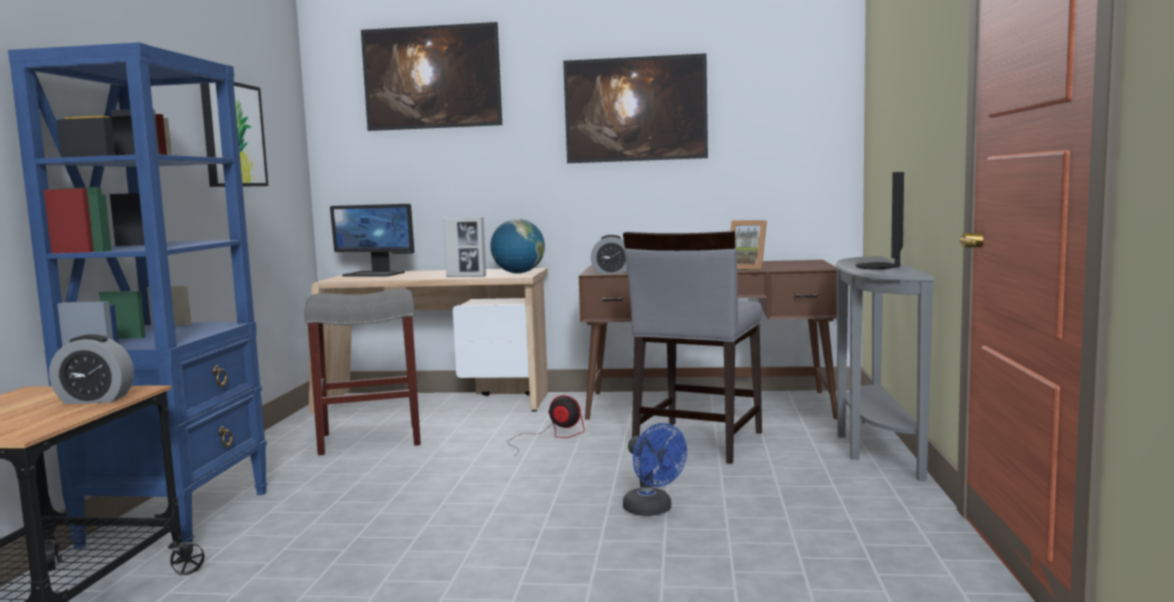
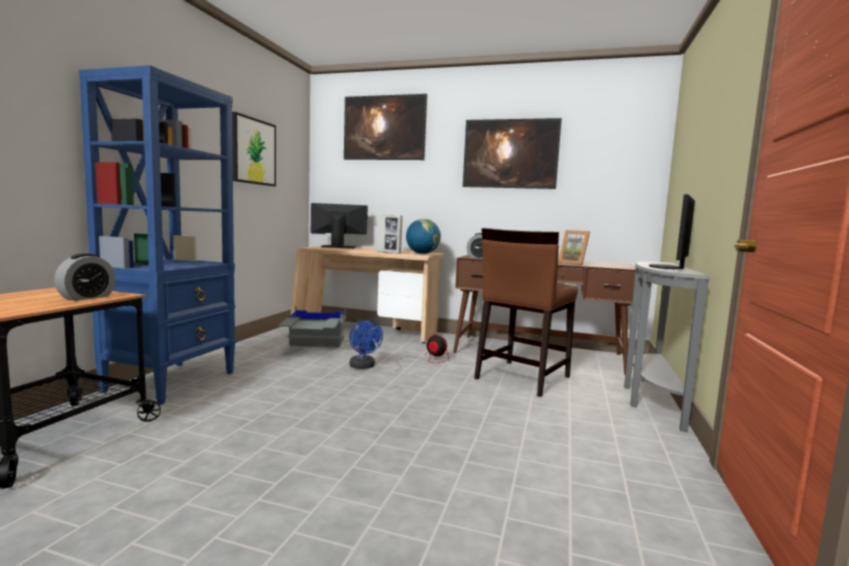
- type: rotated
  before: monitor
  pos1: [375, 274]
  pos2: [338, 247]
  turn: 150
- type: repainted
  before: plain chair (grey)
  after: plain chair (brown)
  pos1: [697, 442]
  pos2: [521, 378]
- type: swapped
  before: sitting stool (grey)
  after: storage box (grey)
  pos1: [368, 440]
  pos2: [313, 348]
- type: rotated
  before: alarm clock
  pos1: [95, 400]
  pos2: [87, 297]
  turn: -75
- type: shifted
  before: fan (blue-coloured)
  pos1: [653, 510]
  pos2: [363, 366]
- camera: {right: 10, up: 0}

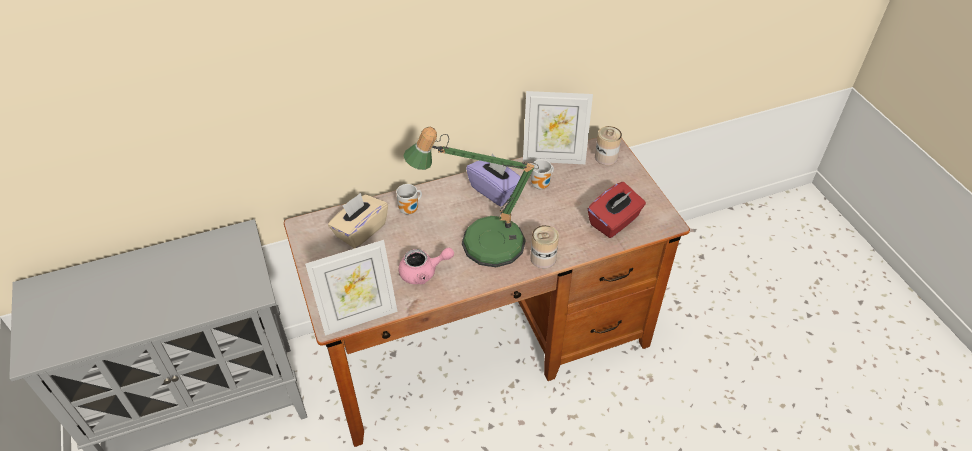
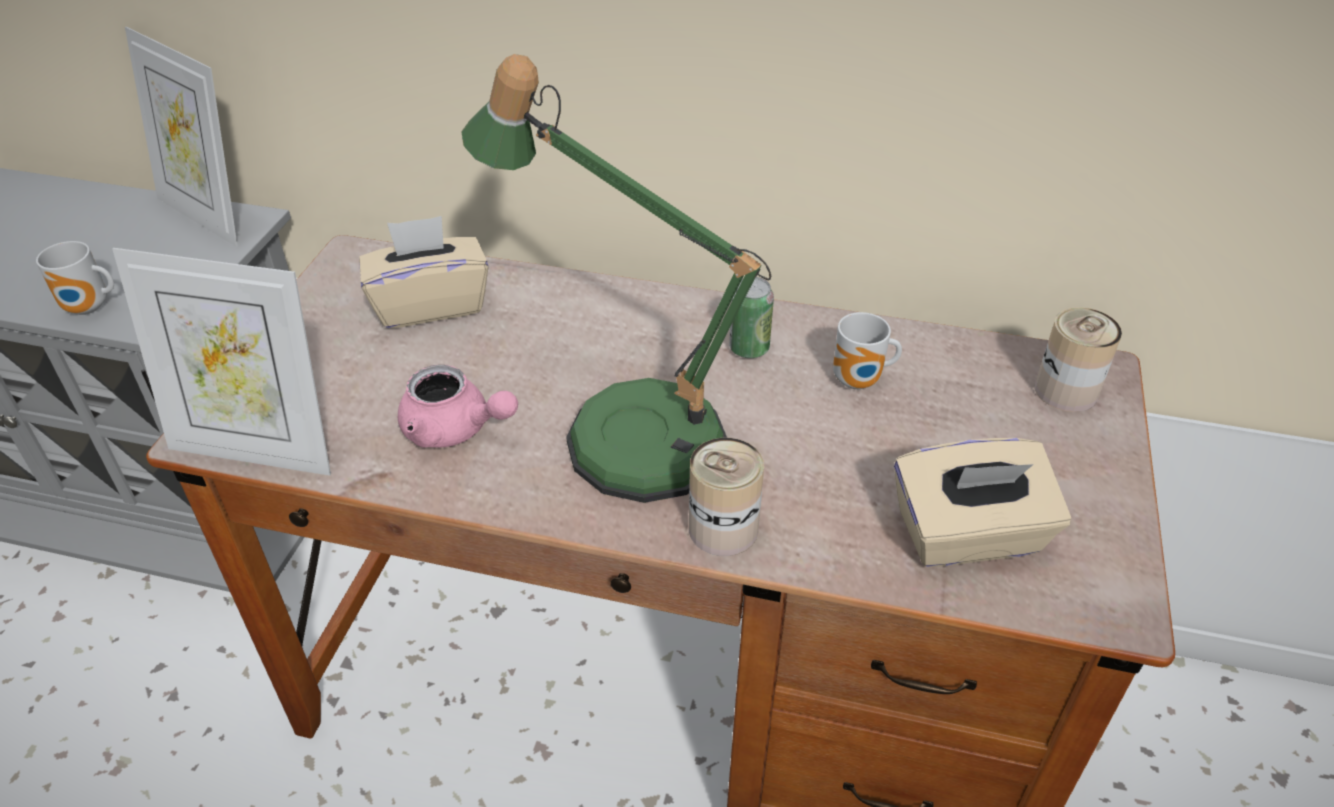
- type: shifted
  before: picture frame
  pos1: [554, 158]
  pos2: [208, 215]
- type: swapped
  before: box of tissues (purple)
  after: sealed can
  pos1: [495, 190]
  pos2: [749, 348]
- type: repainted
  before: box of tissues (red)
  after: box of tissues (beige-coloured)
  pos1: [614, 222]
  pos2: [969, 536]
- type: shifted
  before: coffee mug
  pos1: [410, 210]
  pos2: [90, 308]
- camera: {right: 35, up: -5}

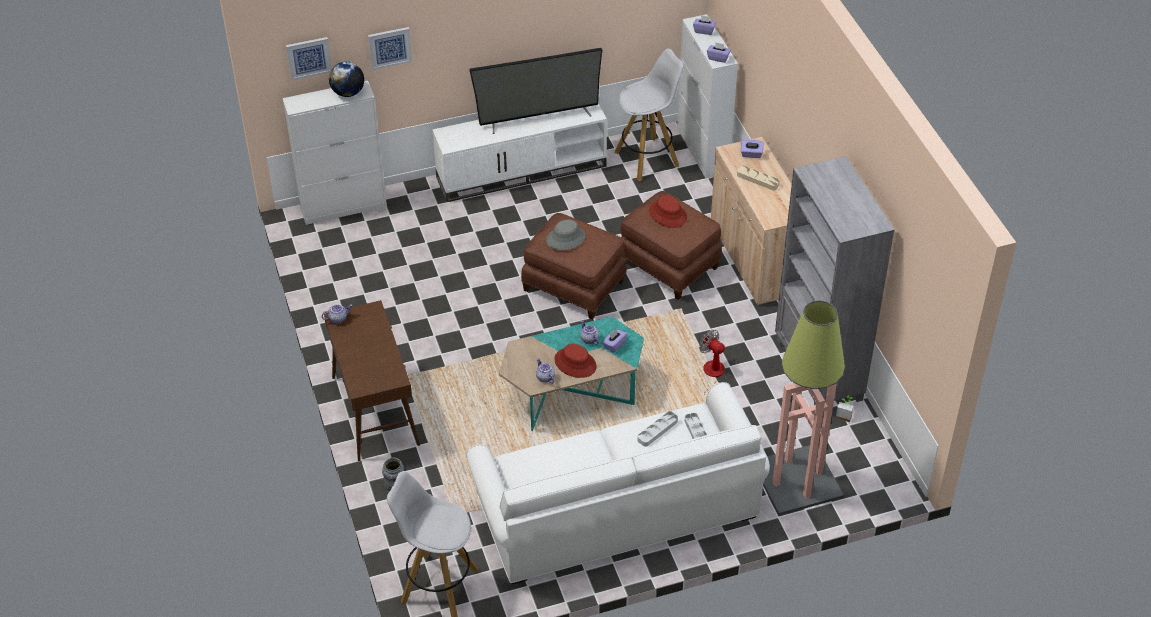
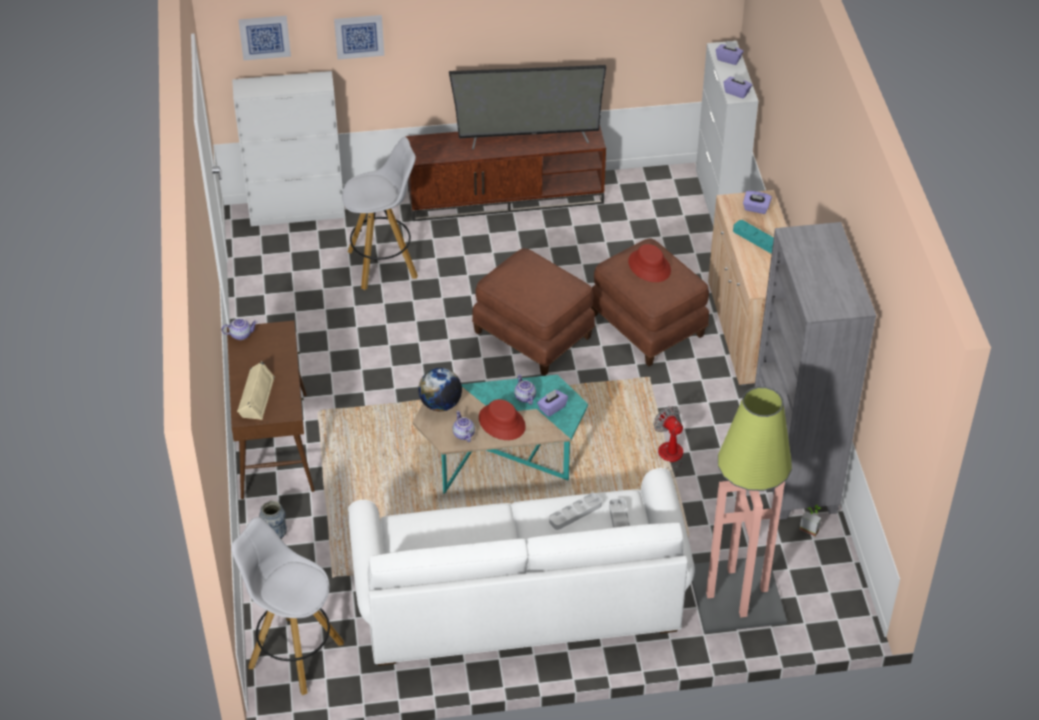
- type: shifted
  before: sitting stool (white-coloured)
  pos1: [647, 158]
  pos2: [384, 264]
- type: shifted
  before: world globe
  pos1: [348, 93]
  pos2: [440, 404]
- type: repainted
  before: tv unit (white-coloured)
  after: tv unit (brown)
  pos1: [522, 171]
  pos2: [506, 196]
- type: repainted
  before: serving tray (beige-coloured)
  after: serving tray (turquoise-coloured)
  pos1: [758, 180]
  pos2: [756, 239]
- type: gone
  before: wearable hat (grey)
  pos1: [565, 238]
- type: new
  after: audio speaker (beige-coloured)
  pos2: [255, 396]
- camera: {right: 10, up: 0}

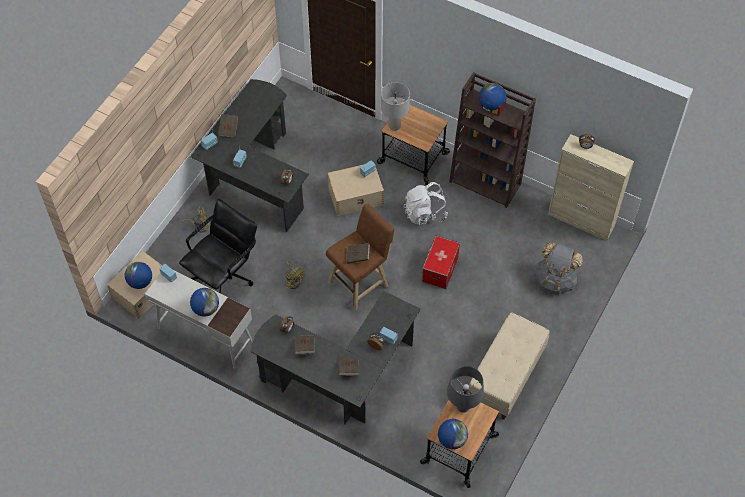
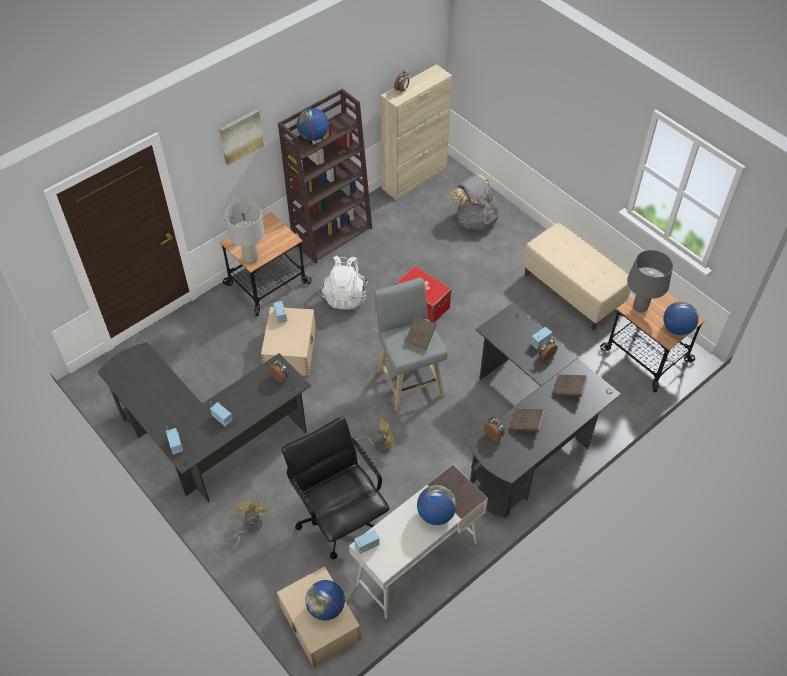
- type: gone
  before: volume (brown)
  pos1: [229, 129]
- type: repainted
  before: sitting stool (brown)
  after: sitting stool (grey)
  pos1: [360, 282]
  pos2: [409, 380]
- type: new
  after: picture
  pos2: [240, 136]
- camera: {right: -70, up: -5}

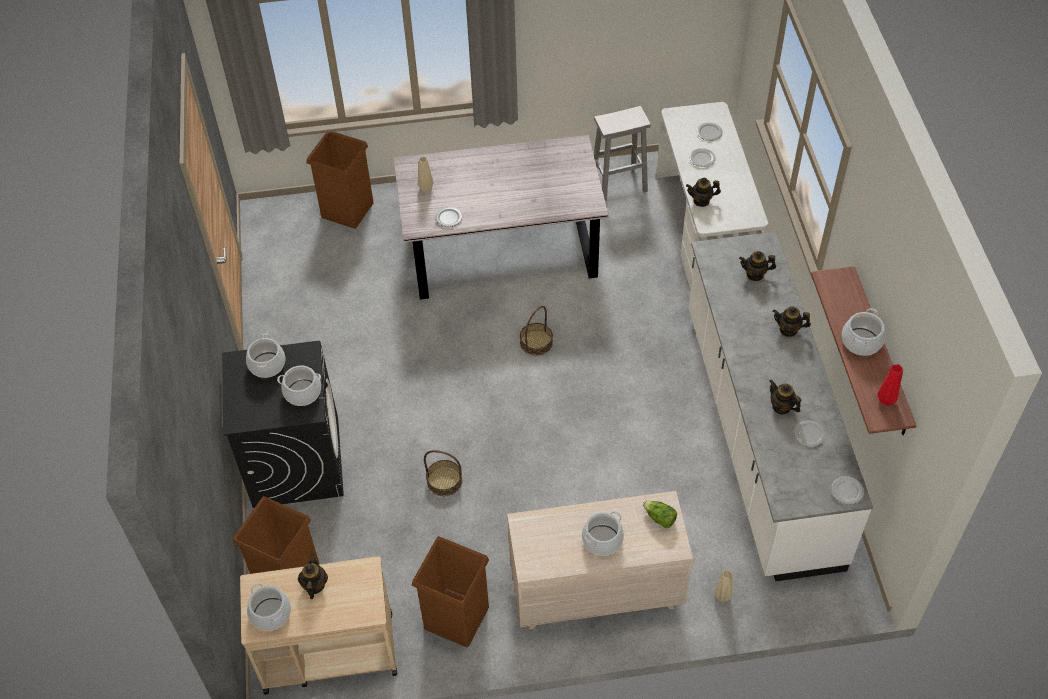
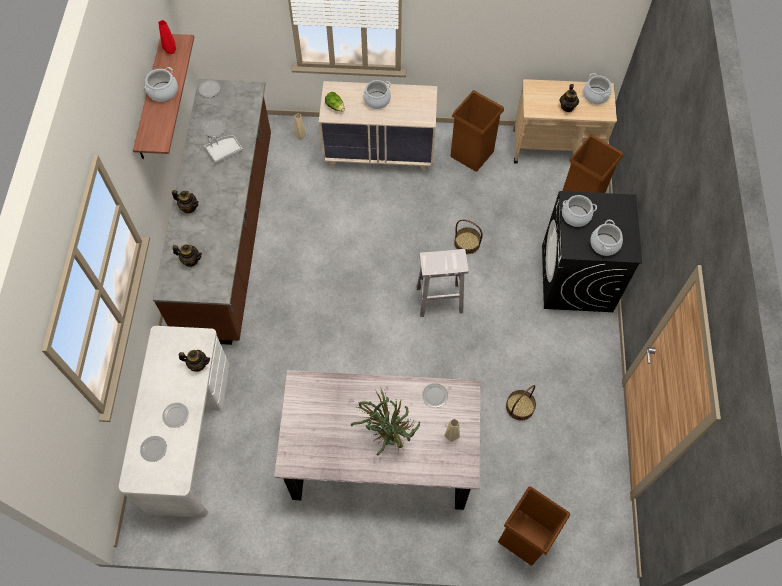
- type: shifted
  before: sitting stool (white-coloured)
  pos1: [619, 184]
  pos2: [438, 300]
- type: repainted
  before: counter (white-coloured)
  after: counter (brown)
  pos1: [759, 435]
  pos2: [229, 234]
- type: shifted
  before: storage basket
  pos1: [536, 342]
  pos2: [520, 407]
- type: swapped
  before: teapot
  after: serving tray (grey)
  pos1: [781, 407]
  pos2: [224, 150]
- type: new
  after: potted plant
  pos2: [388, 435]
- camera: {right: -170, up: 10}

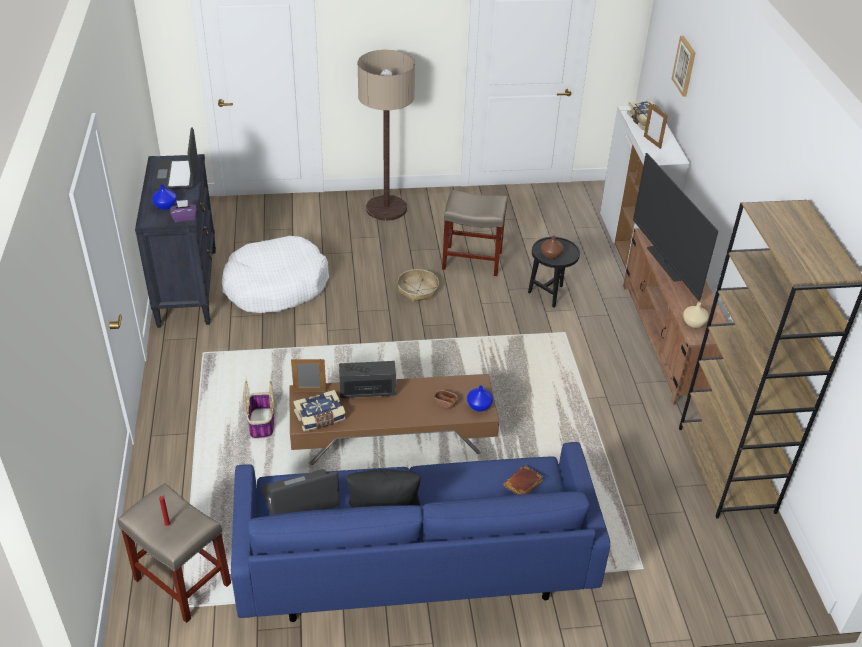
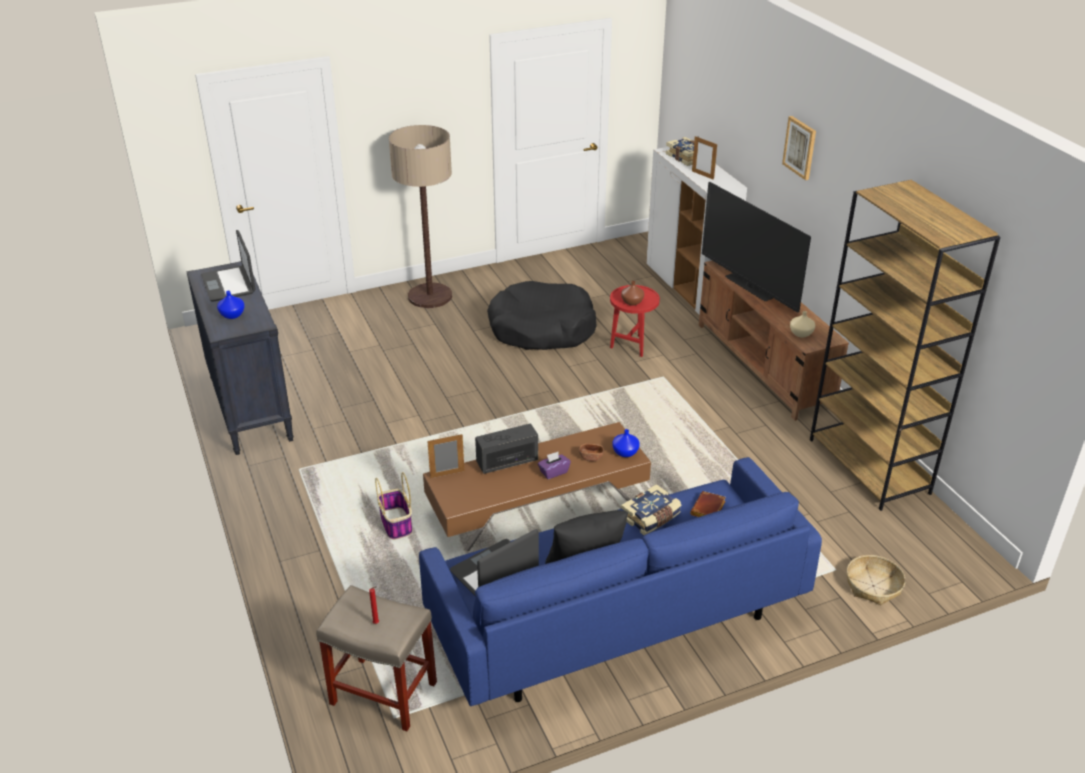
- type: shifted
  before: picture
  pos1: [684, 66]
  pos2: [800, 147]
- type: swapped
  before: sitting stool (beige-coloured)
  after: dog cushion (black-coloured)
  pos1: [473, 260]
  pos2: [542, 328]
- type: shifted
  before: box of tissues (purple)
  pos1: [184, 218]
  pos2: [553, 472]
- type: gone
  before: dog cushion (white-coloured)
  pos1: [275, 286]
- type: repainted
  before: end table (black-coloured)
  after: end table (red)
  pos1: [550, 293]
  pos2: [632, 345]
- type: shifted
  before: storage basket
  pos1: [418, 290]
  pos2: [873, 586]
- type: shifted
  before: volume
  pos1: [320, 418]
  pos2: [651, 518]
- camera: {right: -15, up: -5}

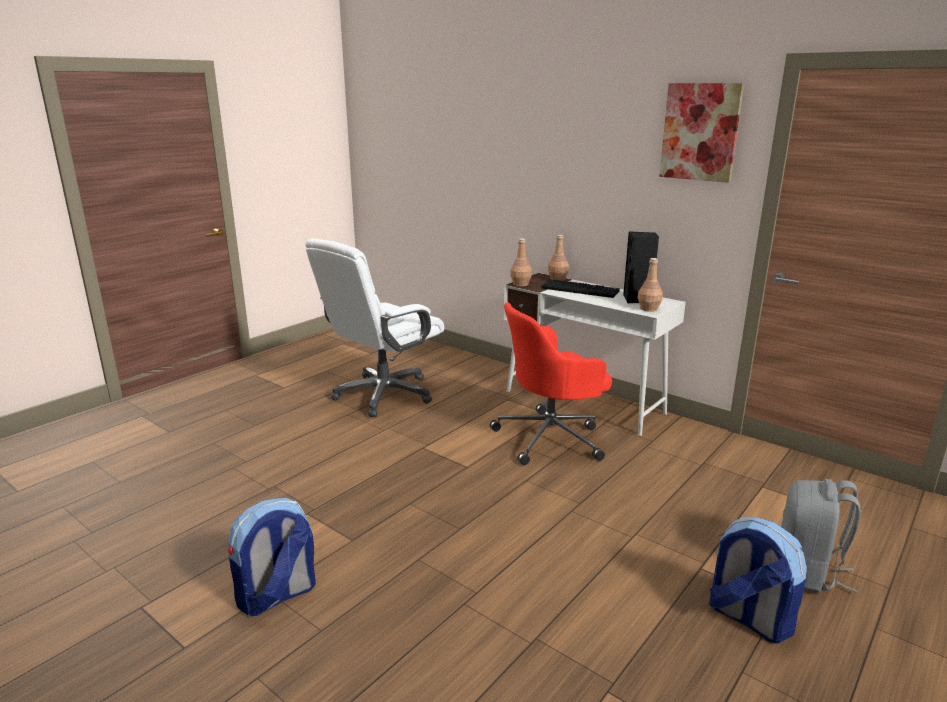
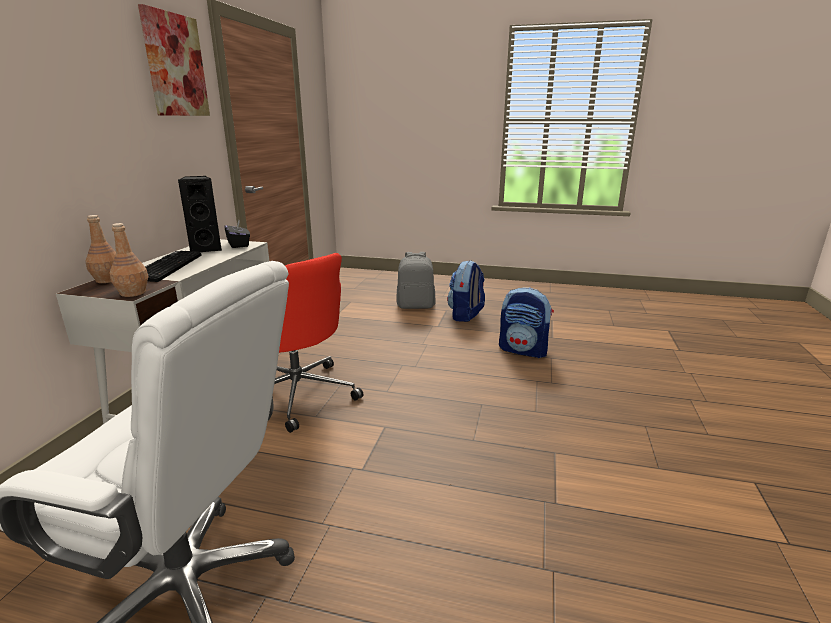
- type: swapped
  before: beverage bottle (brown)
  after: box of tissues (black-coloured)
  pos1: [649, 309]
  pos2: [239, 244]
- type: shifted
  before: backpack
  pos1: [277, 596]
  pos2: [523, 350]
- camera: {right: -115, up: 0}

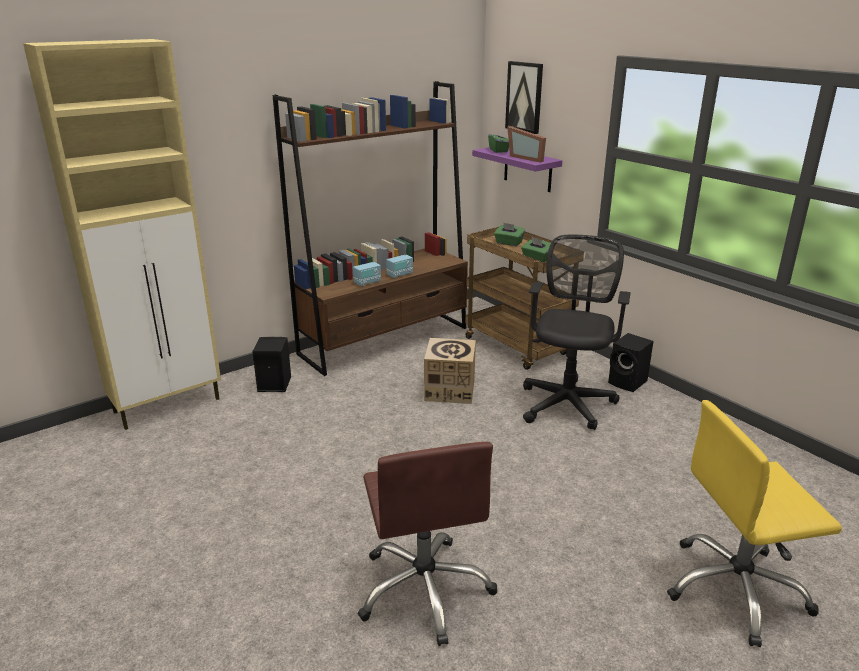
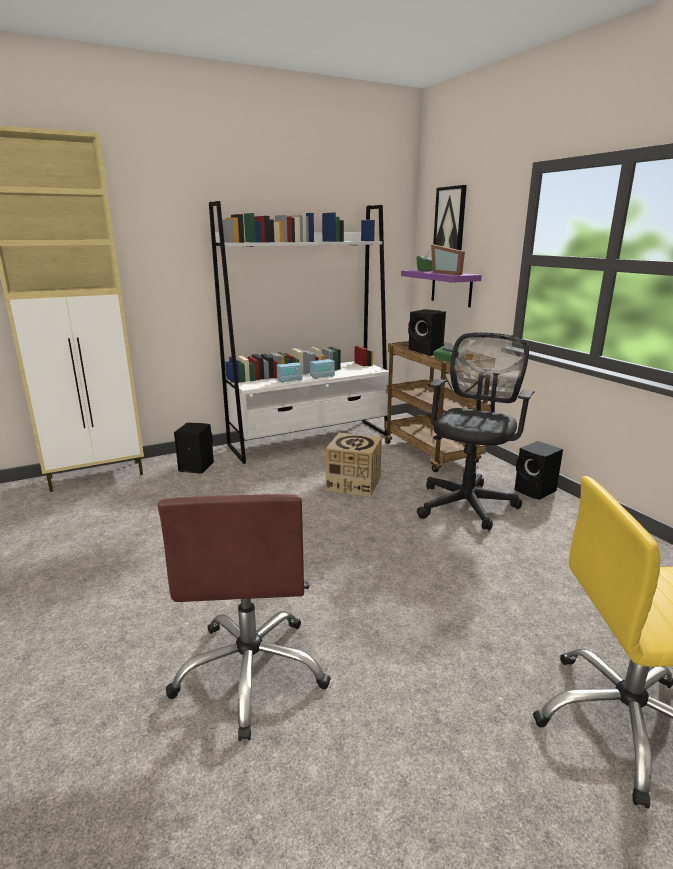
- type: repainted
  before: bookshelf (brown)
  after: bookshelf (white-coloured)
  pos1: [385, 340]
  pos2: [310, 440]
- type: swapped
  before: box of tissues (green-coloured)
  after: audio speaker (black-coloured)
  pos1: [508, 243]
  pos2: [426, 352]
- camera: {right: 10, up: -5}

